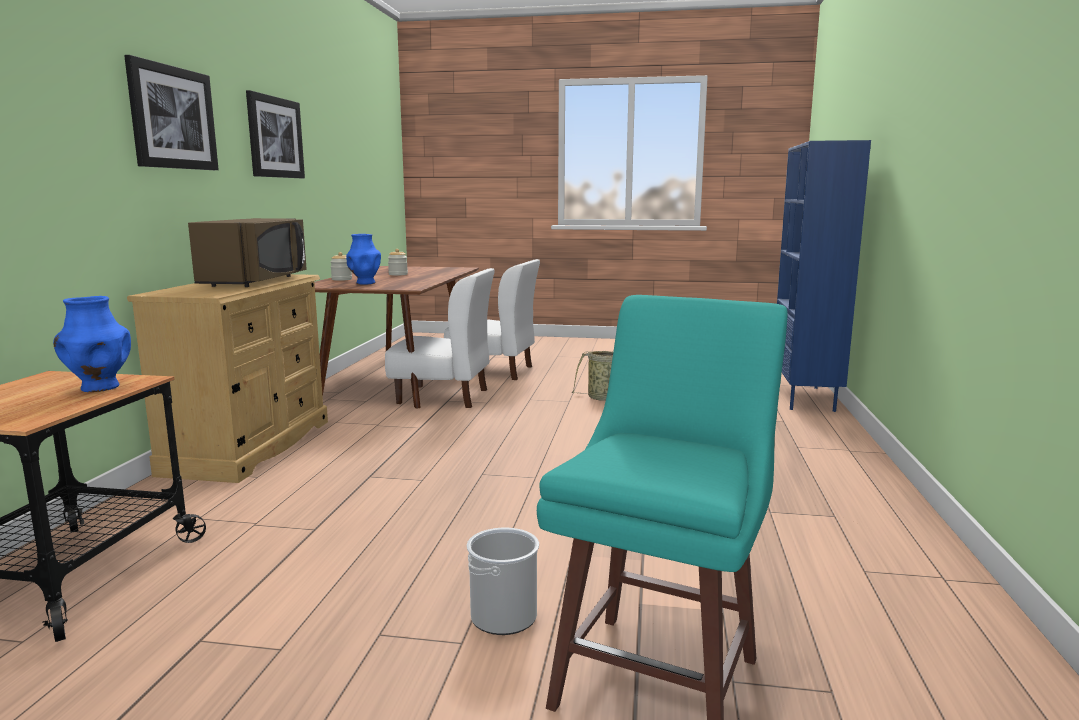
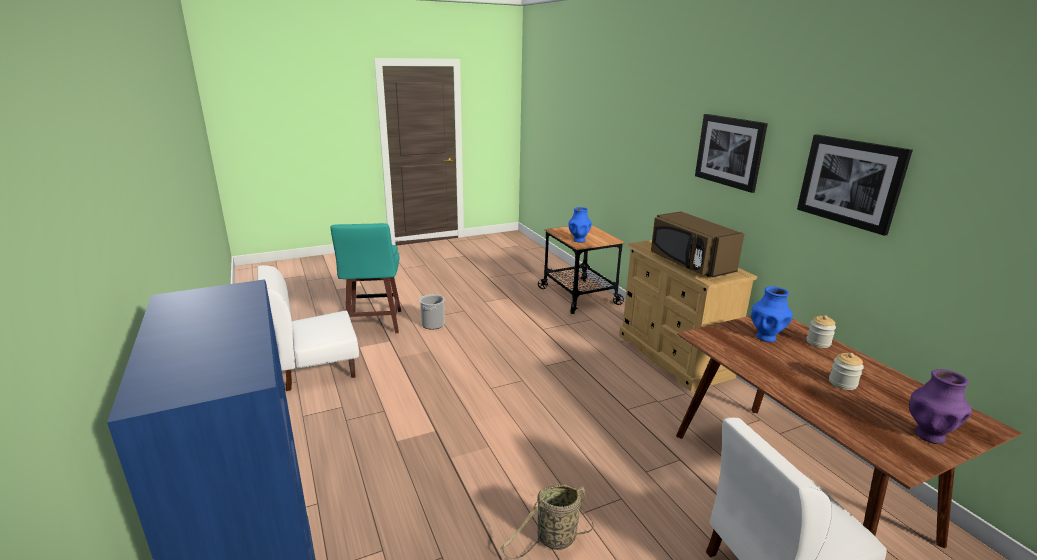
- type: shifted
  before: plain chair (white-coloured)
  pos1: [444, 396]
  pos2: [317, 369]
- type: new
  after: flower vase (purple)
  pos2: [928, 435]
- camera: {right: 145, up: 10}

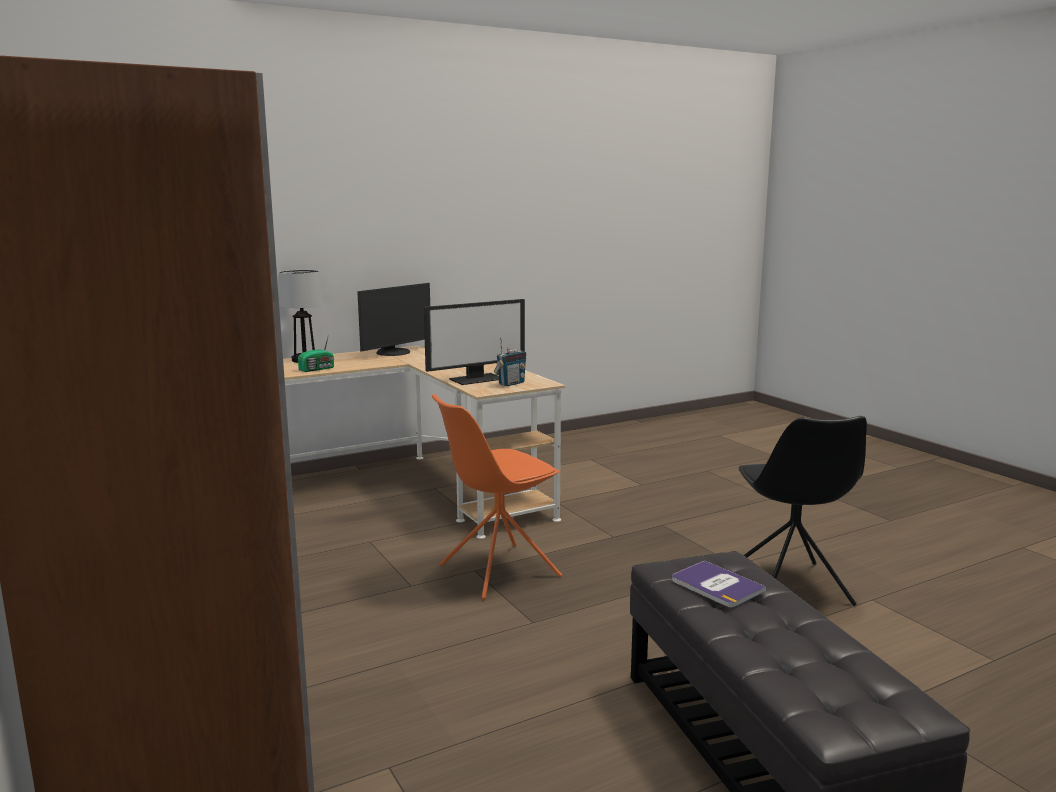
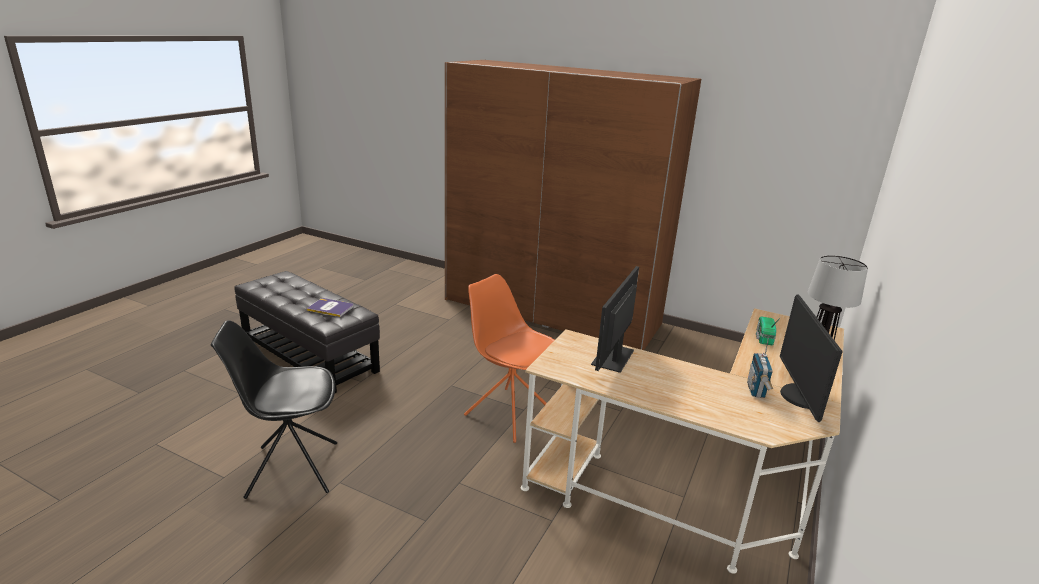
- type: shifted
  before: radio receiver
  pos1: [511, 383]
  pos2: [756, 390]
- type: rotated
  before: plain chair (orangey)
  pos1: [497, 571]
  pos2: [508, 413]
  turn: -75
- type: rotated
  before: plain chair (black-coloured)
  pos1: [790, 587]
  pos2: [291, 469]
  turn: -60
- camera: {right: 145, up: 10}

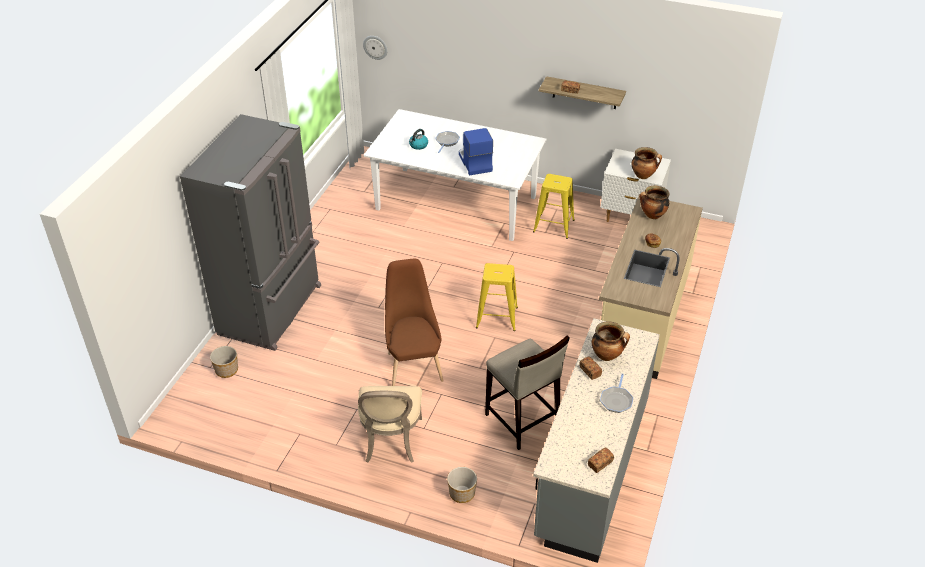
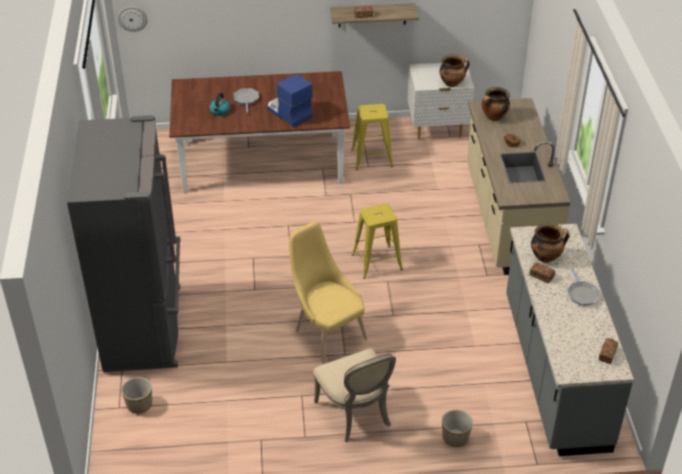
- type: repainted
  before: dinner table (white-coloured)
  after: dinner table (brown)
  pos1: [455, 203]
  pos2: [261, 163]
- type: repainted
  before: plain chair (brown)
  after: plain chair (yellow-coloured)
  pos1: [413, 364]
  pos2: [327, 333]
- type: gone
  before: sitting stool (beige-coloured)
  pos1: [522, 421]
- camera: {right: -25, up: 0}

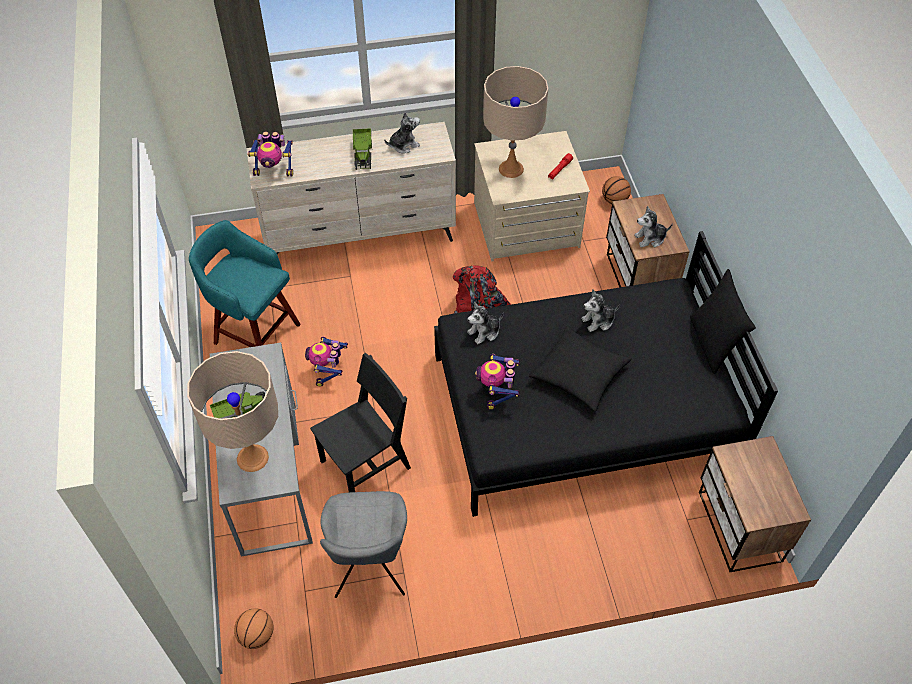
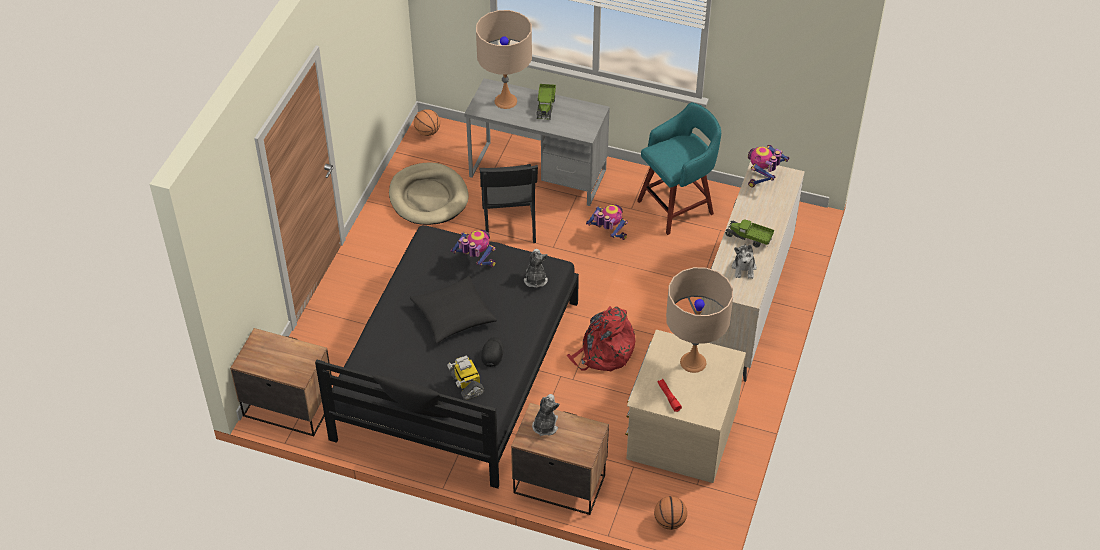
- type: swapped
  before: soft toy
  after: cap (black-coloured)
  pos1: [598, 321]
  pos2: [492, 353]
- type: swapped
  before: plain chair (grey)
  after: dog cushion (beige-coloured)
  pos1: [370, 567]
  pos2: [428, 197]
- type: new
  after: robot figure
  pos2: [467, 384]
- camera: {right: 120, up: -5}

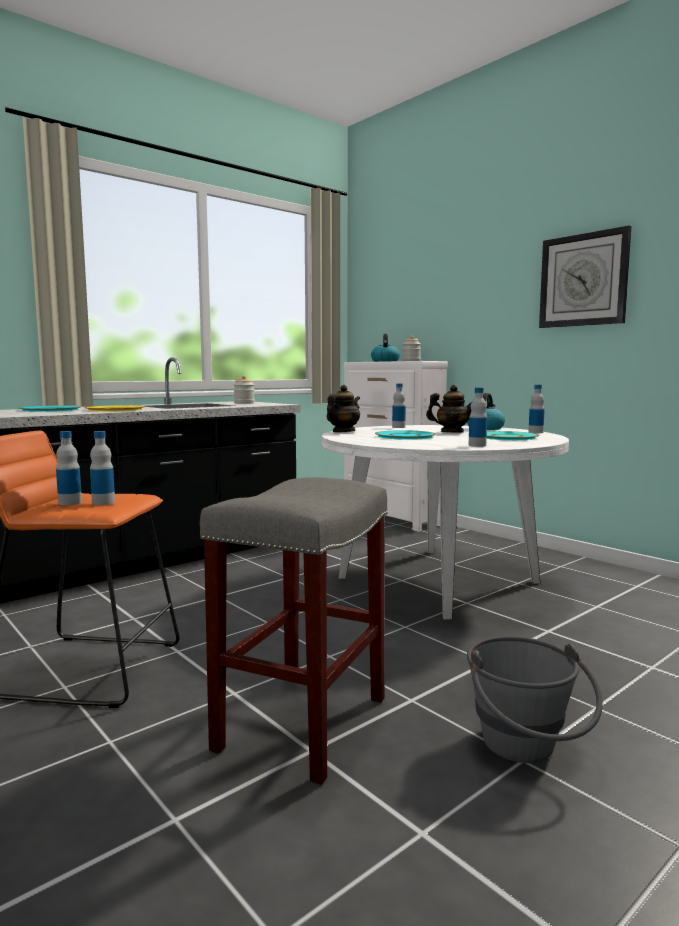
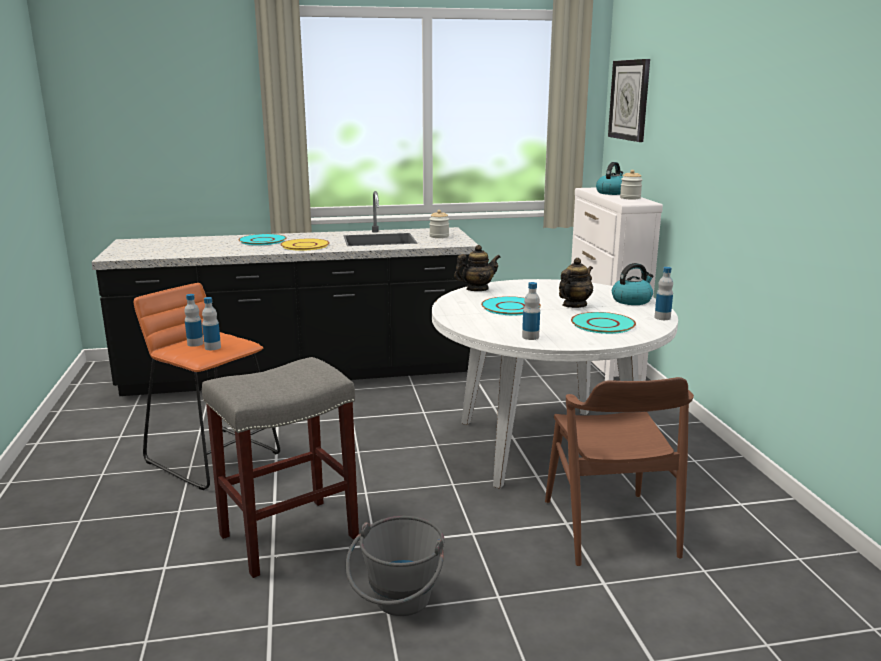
- type: shifted
  before: hanging clock
  pos1: [583, 280]
  pos2: [629, 100]
- type: gone
  before: beverage bottle
  pos1: [398, 427]
- type: rotated
  before: teapot
  pos1: [452, 432]
  pos2: [574, 305]
  turn: -90
- type: new
  after: plain chair (brown)
  pos2: [609, 528]
- camera: {right: 30, up: 10}

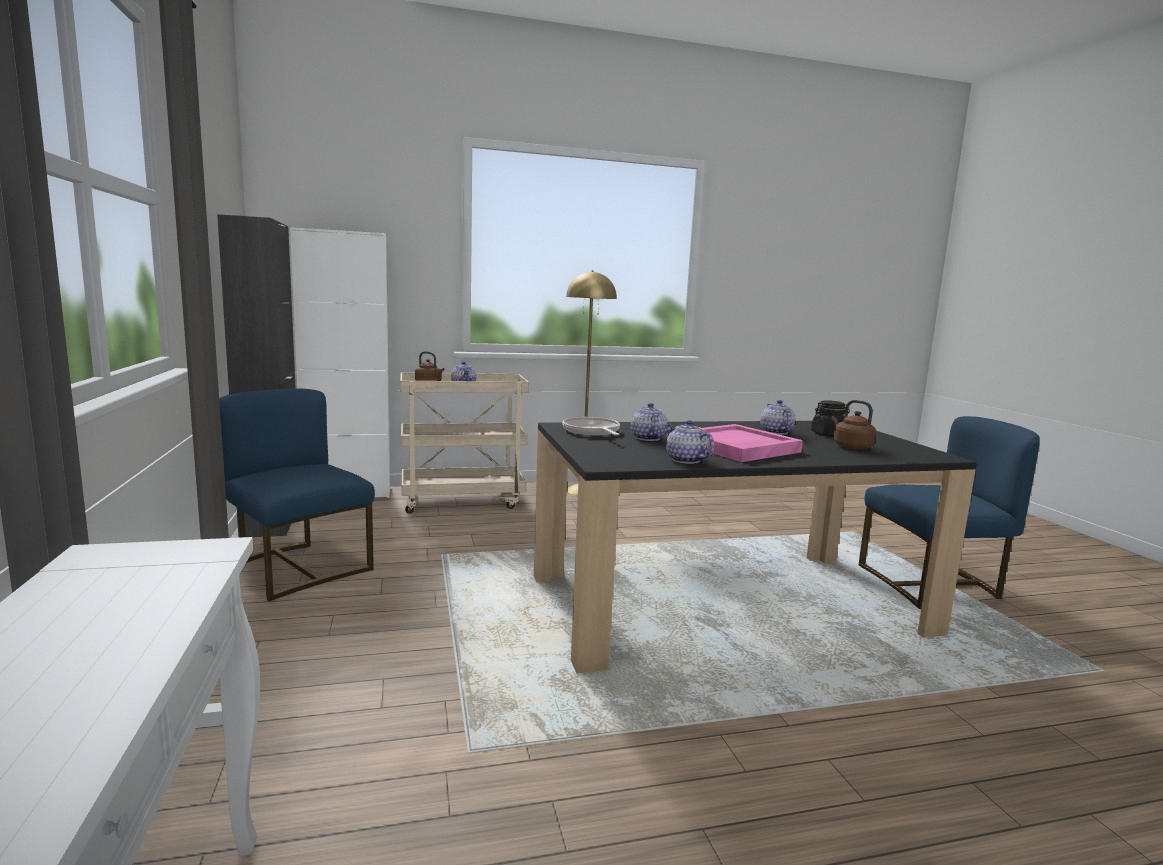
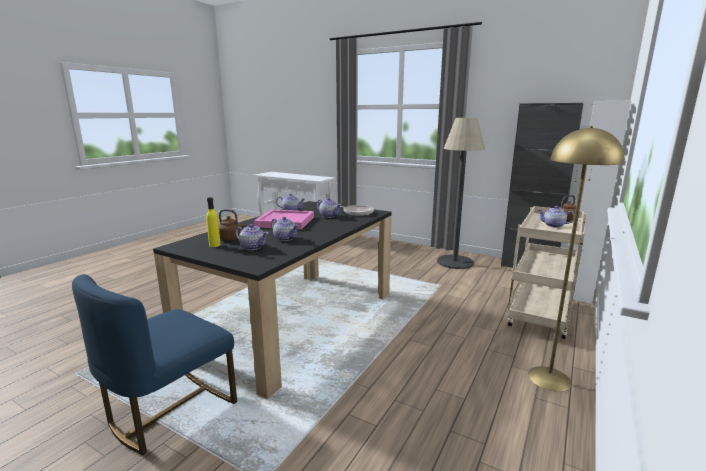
- type: swapped
  before: plain chair (blue-coloured)
  after: floor lamp
  pos1: [299, 568]
  pos2: [455, 262]
- type: swapped
  before: preserve jar (black-coloured)
  after: teapot
  pos1: [829, 434]
  pos2: [253, 247]
- type: new
  after: beverage bottle (yellow-coloured)
  pos2: [214, 245]
- camera: {right: 135, up: 5}

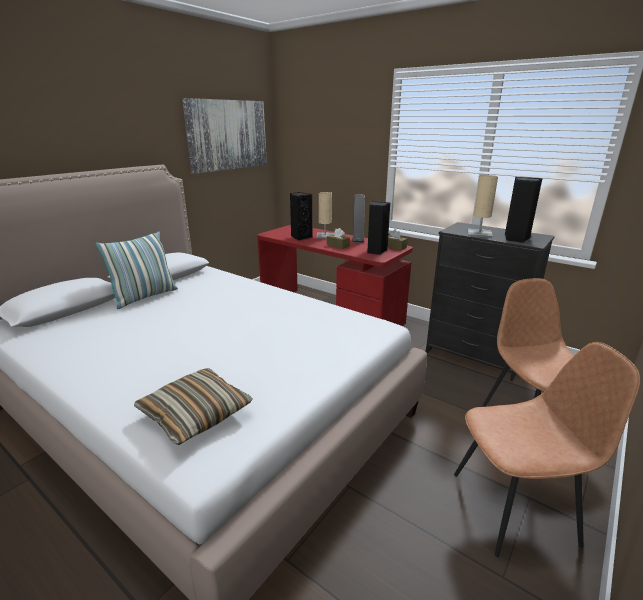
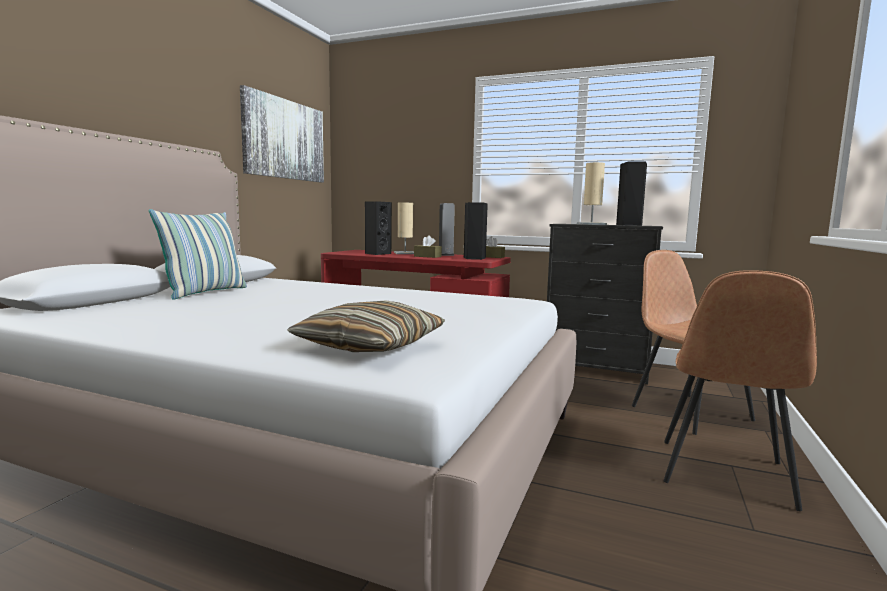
- type: rotated
  before: plain chair (brown)
  pos1: [516, 507]
  pos2: [724, 474]
  turn: 135
- camera: {right: -15, up: -15}

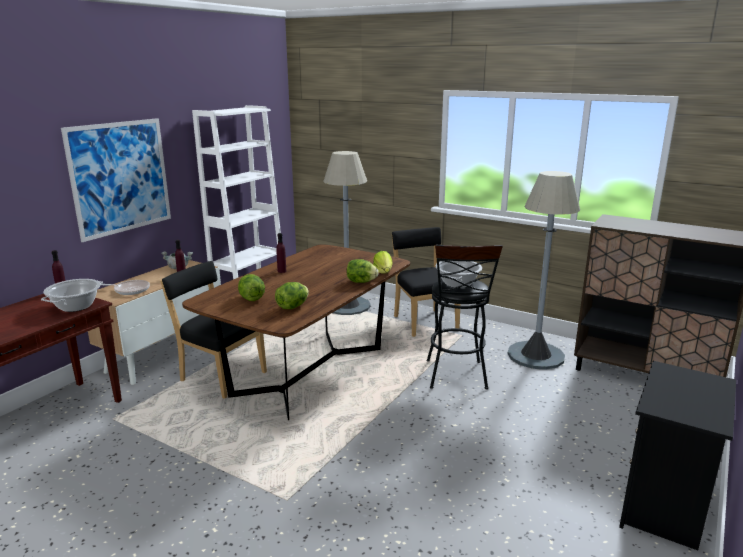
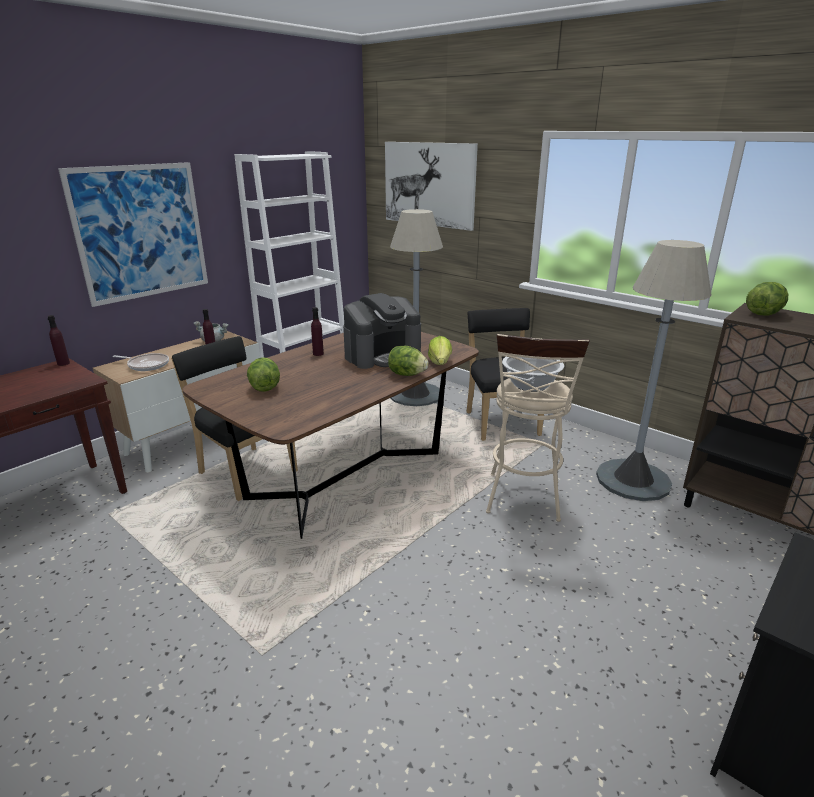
- type: repainted
  before: sitting stool (black-coloured)
  after: sitting stool (beige-coloured)
  pos1: [456, 377]
  pos2: [523, 501]
- type: gone
  before: stockpot
  pos1: [76, 306]
- type: shifted
  before: lettuce head
  pos1: [292, 307]
  pos2: [763, 314]
- type: new
  after: picture
  pos2: [429, 184]
- type: new
  after: coffee brewer
  pos2: [382, 355]
- camera: {right: 10, up: 5}

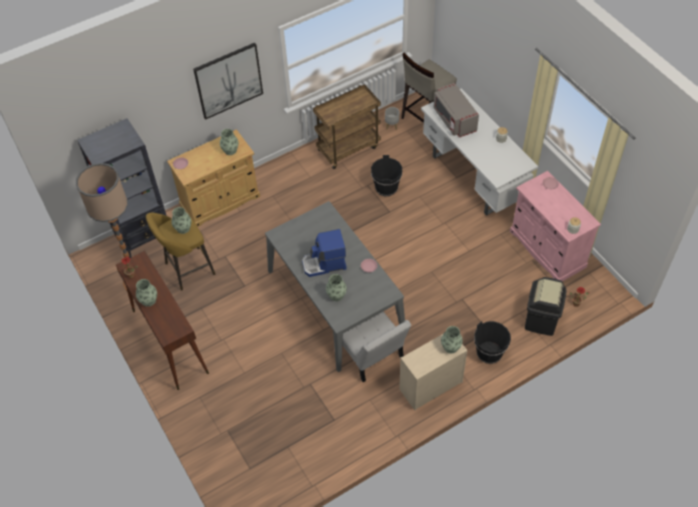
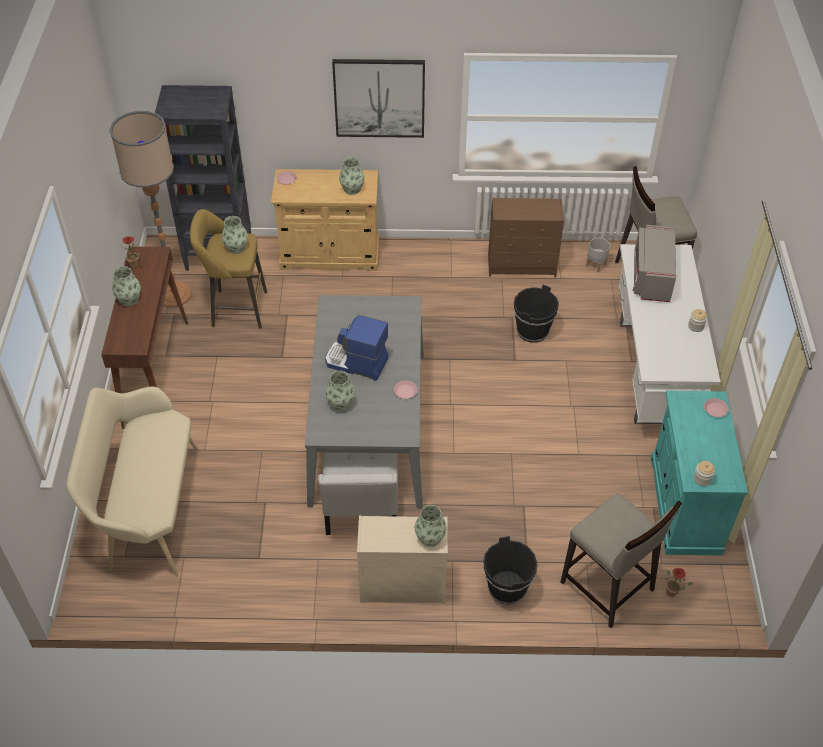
- type: swapped
  before: trolley (brown)
  after: drawer chest (brown)
  pos1: [348, 148]
  pos2: [522, 265]
- type: repainted
  before: cabinet (pink-coloured)
  after: cabinet (turquoise-coloured)
  pos1: [547, 249]
  pos2: [684, 505]
- type: swapped
  before: waste bin (black-coloured)
  after: sitting stool (beige-coloured)
  pos1: [541, 320]
  pos2: [607, 587]
- type: new
  after: bench (beige-coloured)
  pos2: [148, 509]
- camera: {right: 30, up: -5}

